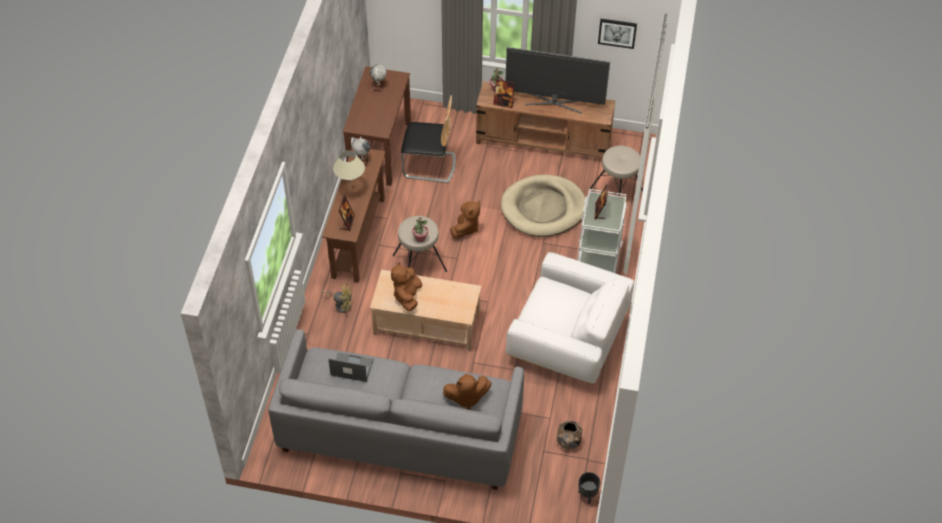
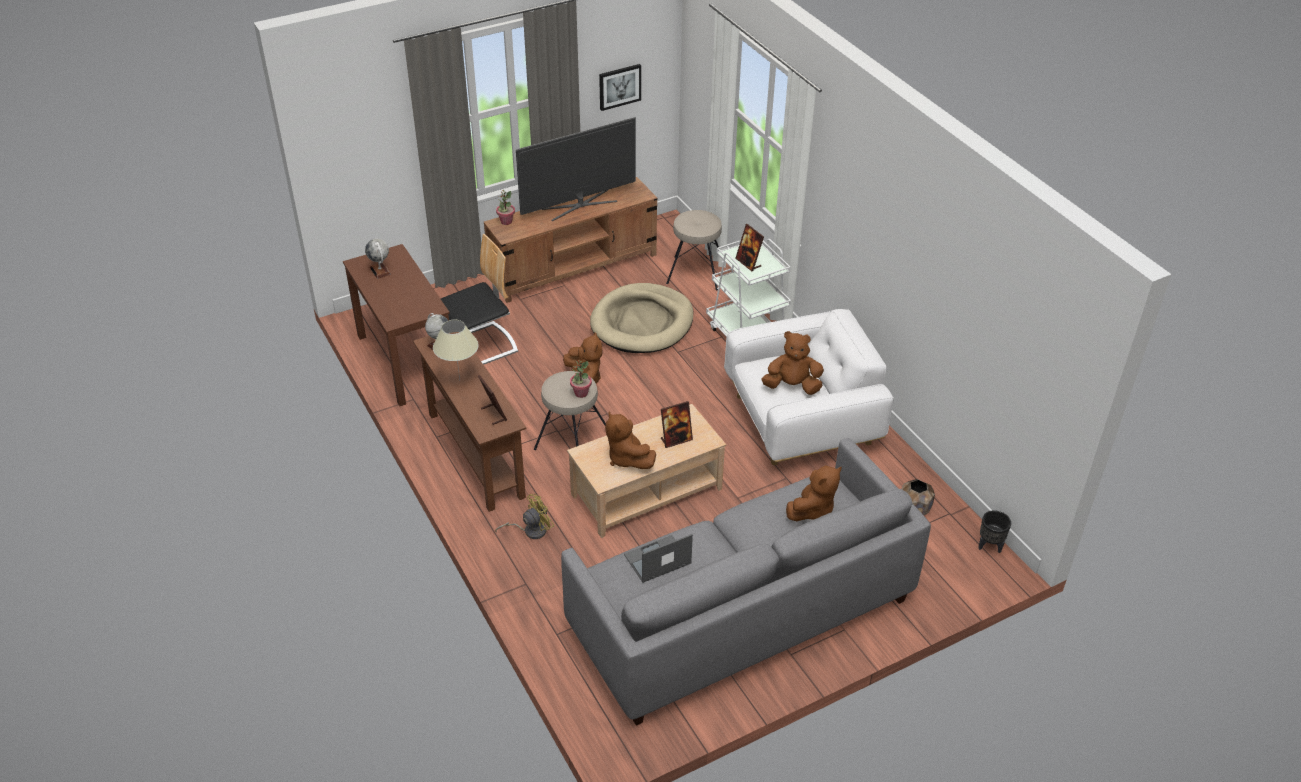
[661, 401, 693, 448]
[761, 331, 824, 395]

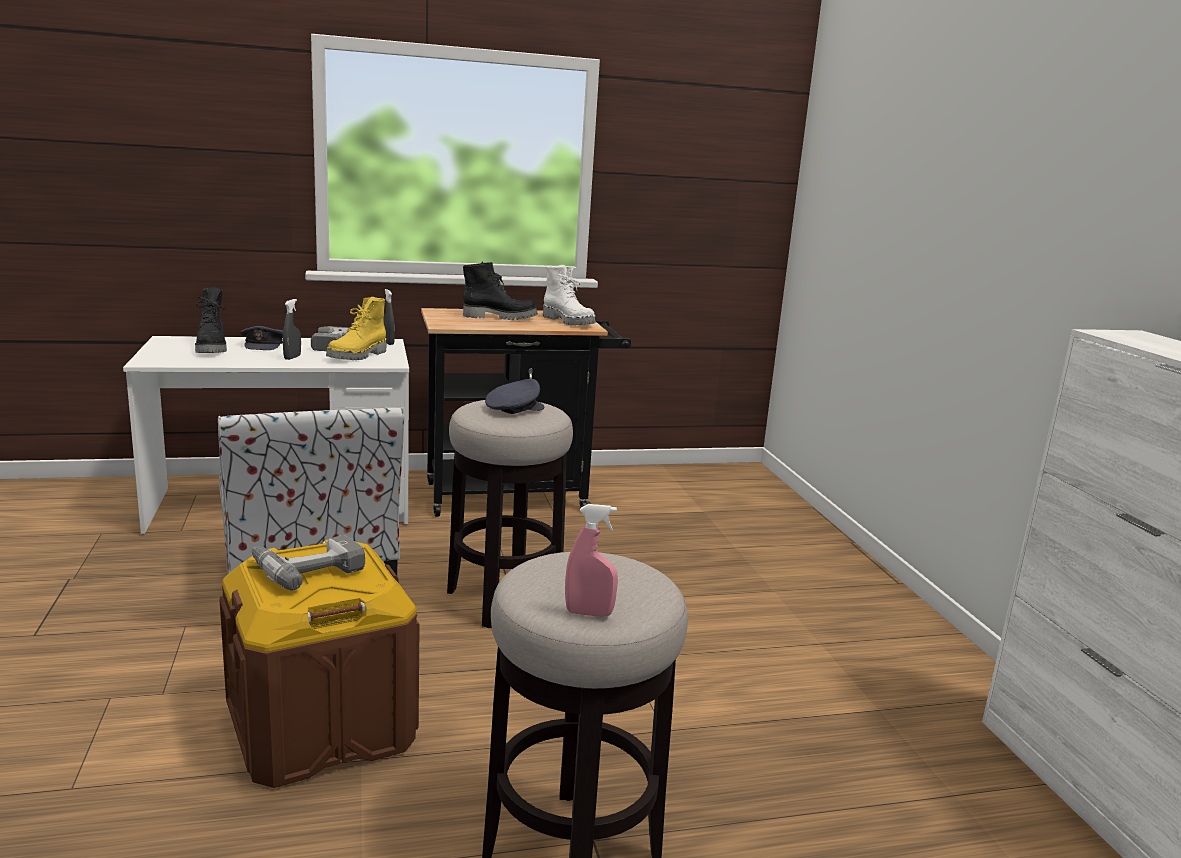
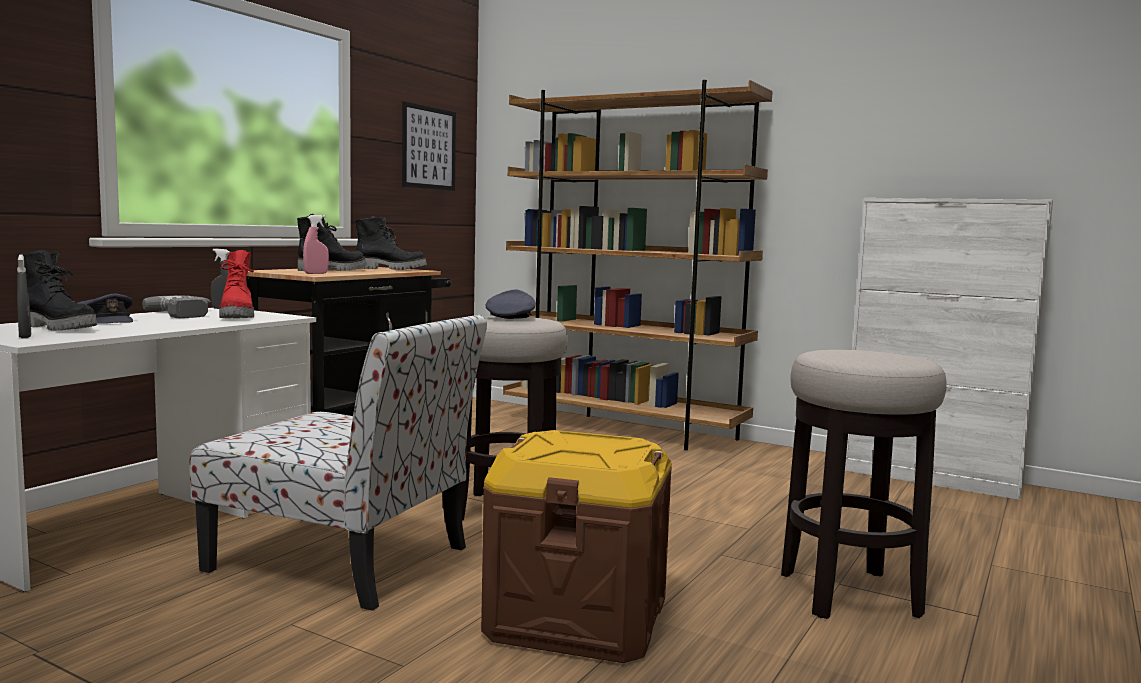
[17, 254, 31, 338]
[219, 250, 254, 318]
[303, 215, 329, 274]
[355, 216, 427, 270]
[402, 102, 456, 191]
[503, 80, 773, 450]
[252, 535, 365, 591] (first image)

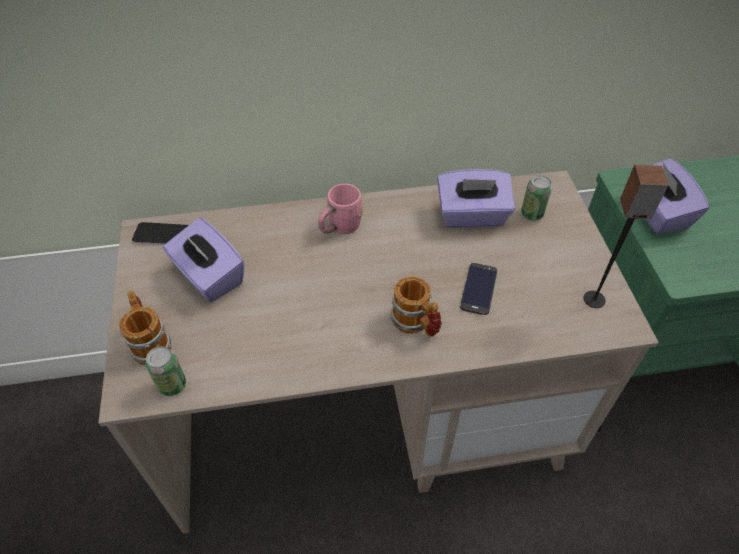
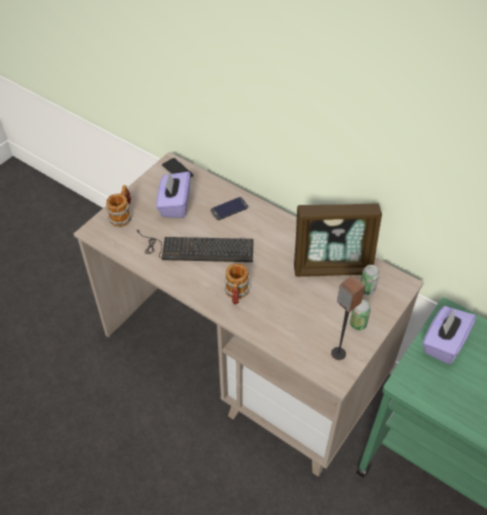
[137, 230, 254, 262]
[210, 197, 248, 220]
[294, 203, 382, 277]
[350, 300, 371, 331]
[318, 184, 363, 234] (first image)

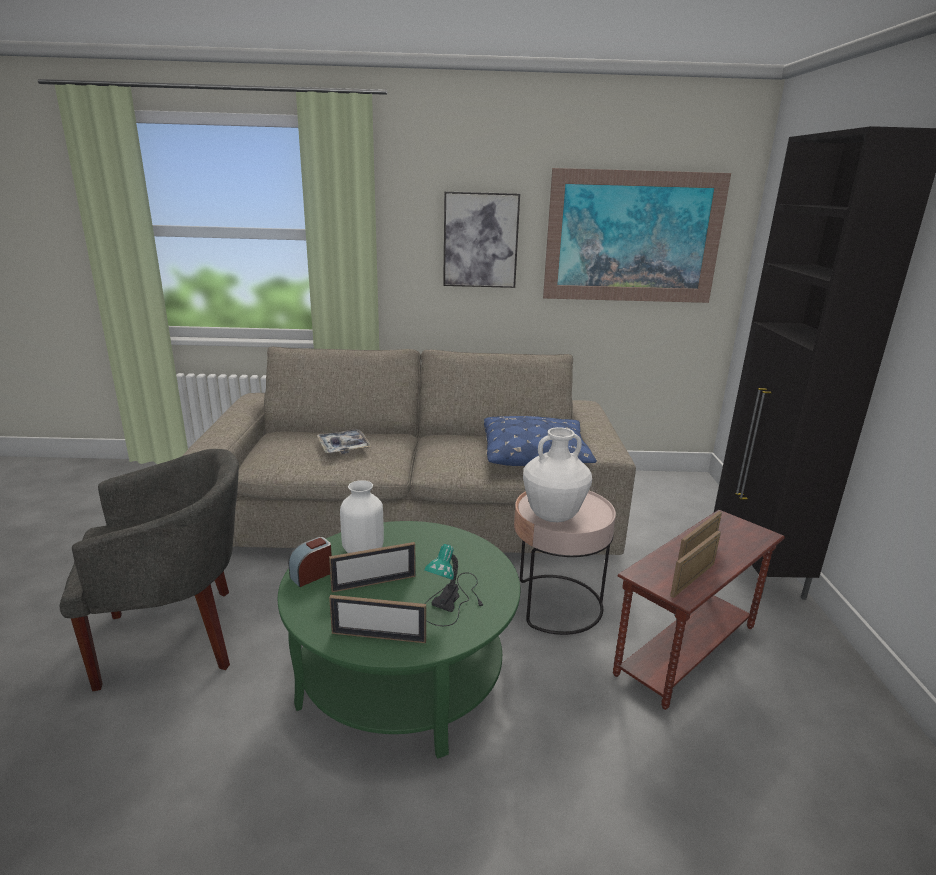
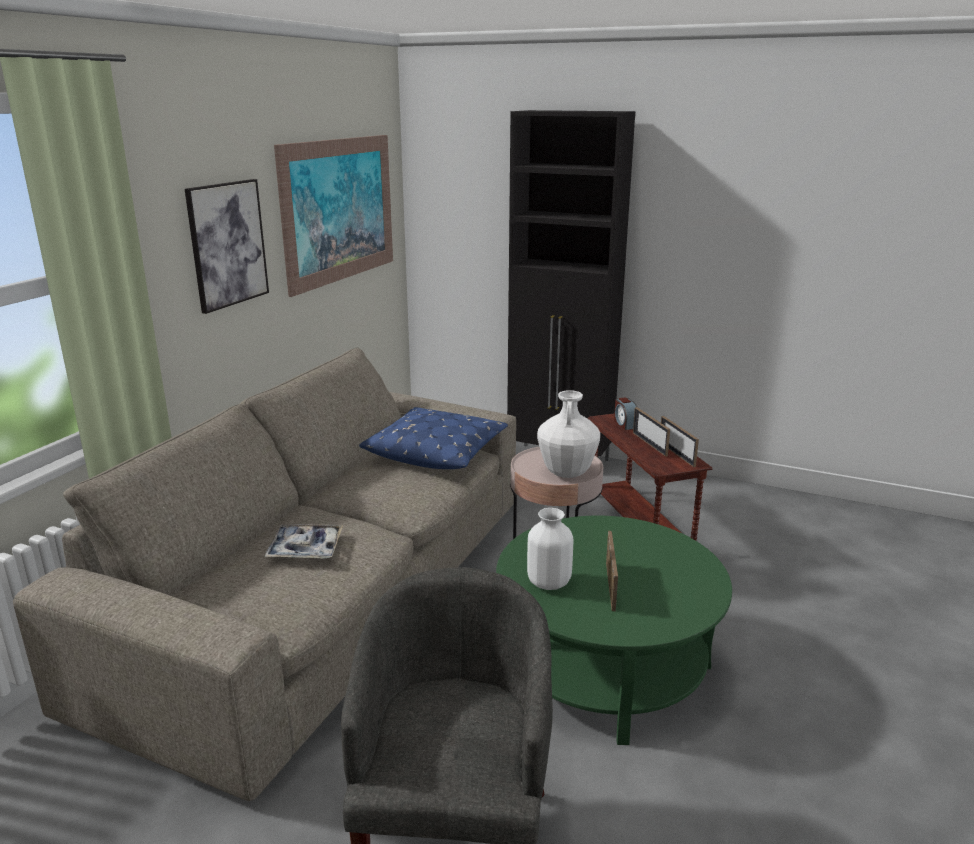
[614, 397, 637, 430]
[329, 595, 426, 643] (first image)
[424, 544, 483, 626] (first image)

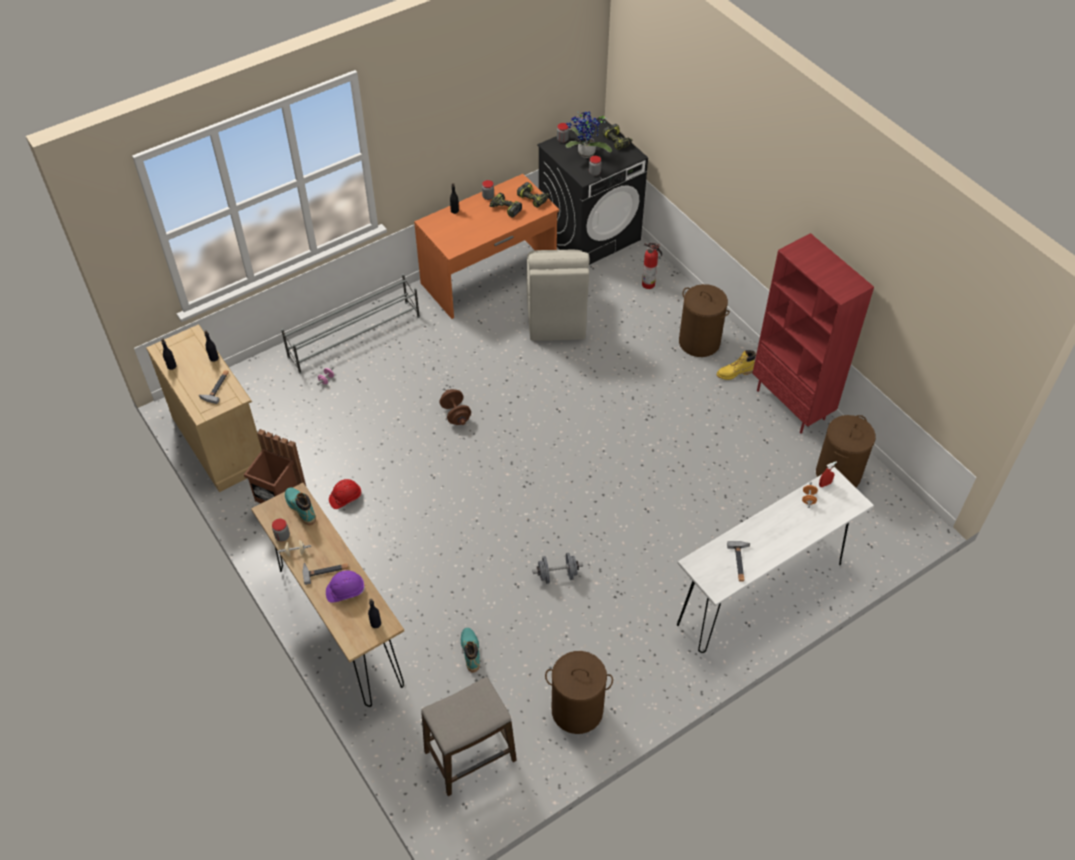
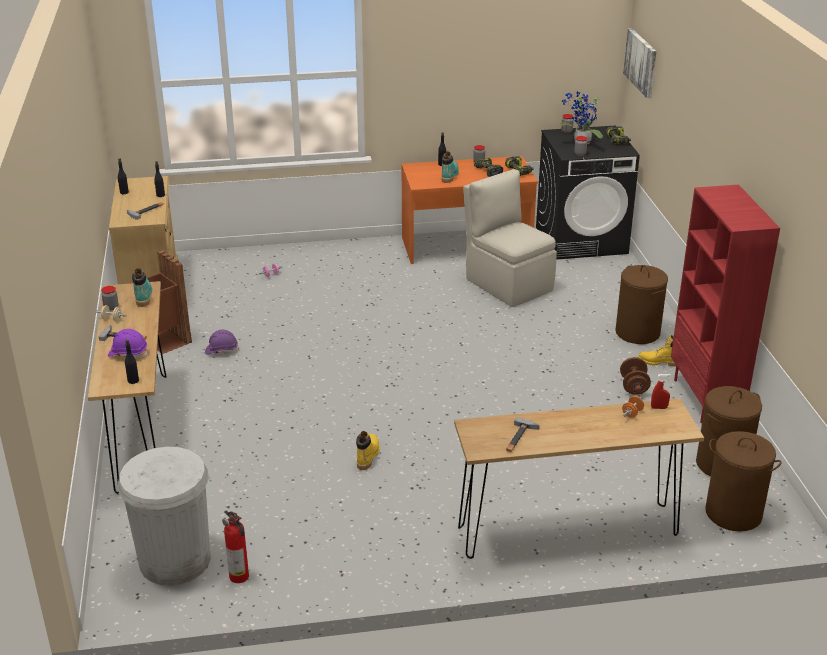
[118, 447, 211, 586]
[205, 330, 239, 355]
[222, 510, 249, 583]
[356, 431, 380, 470]
[441, 151, 459, 183]
[454, 398, 704, 559]
[463, 169, 557, 307]
[620, 357, 651, 395]
[623, 28, 657, 98]
[705, 431, 782, 532]
[281, 274, 420, 374] (first image)

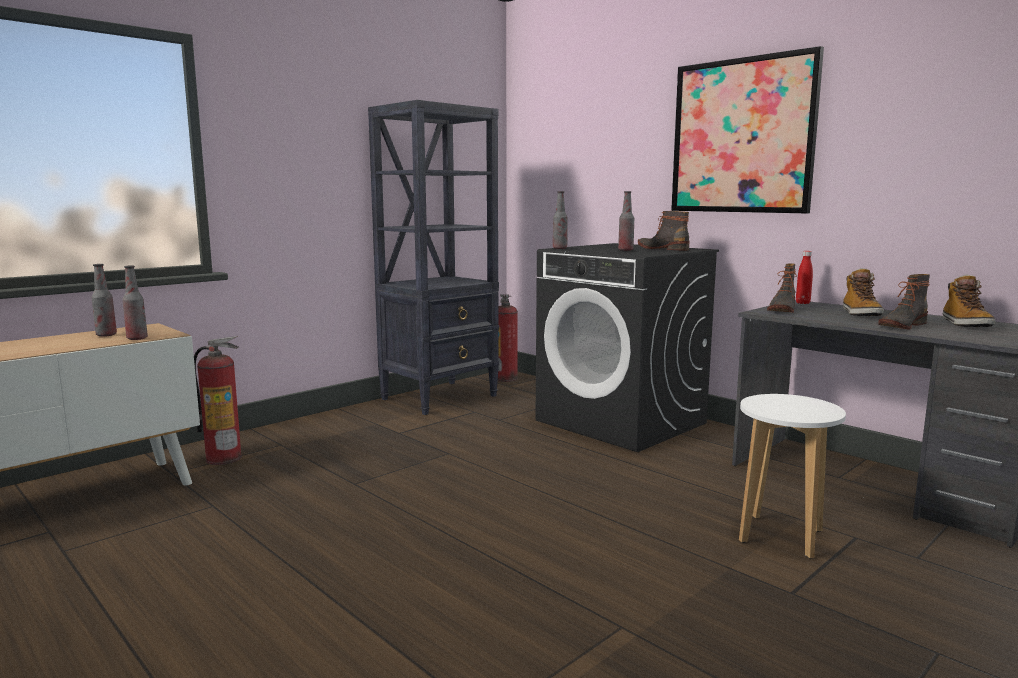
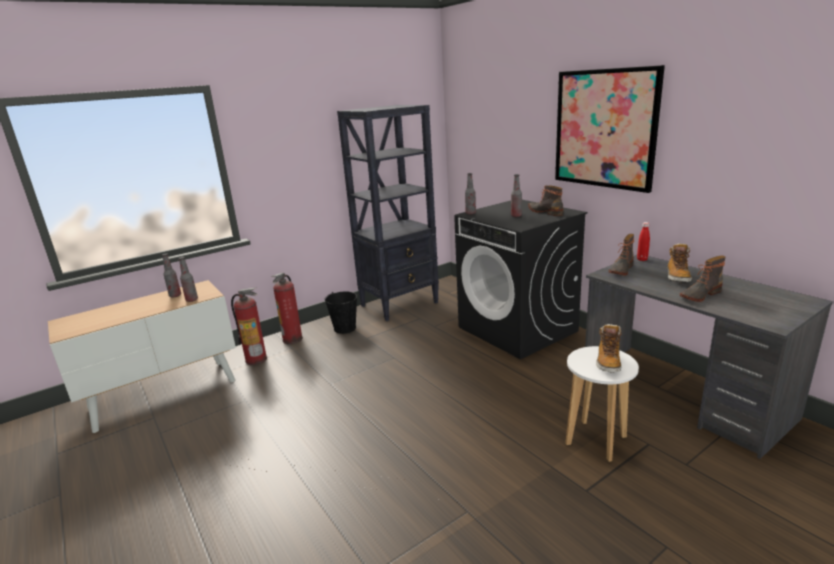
[271, 273, 303, 344]
[324, 292, 357, 334]
[596, 324, 622, 373]

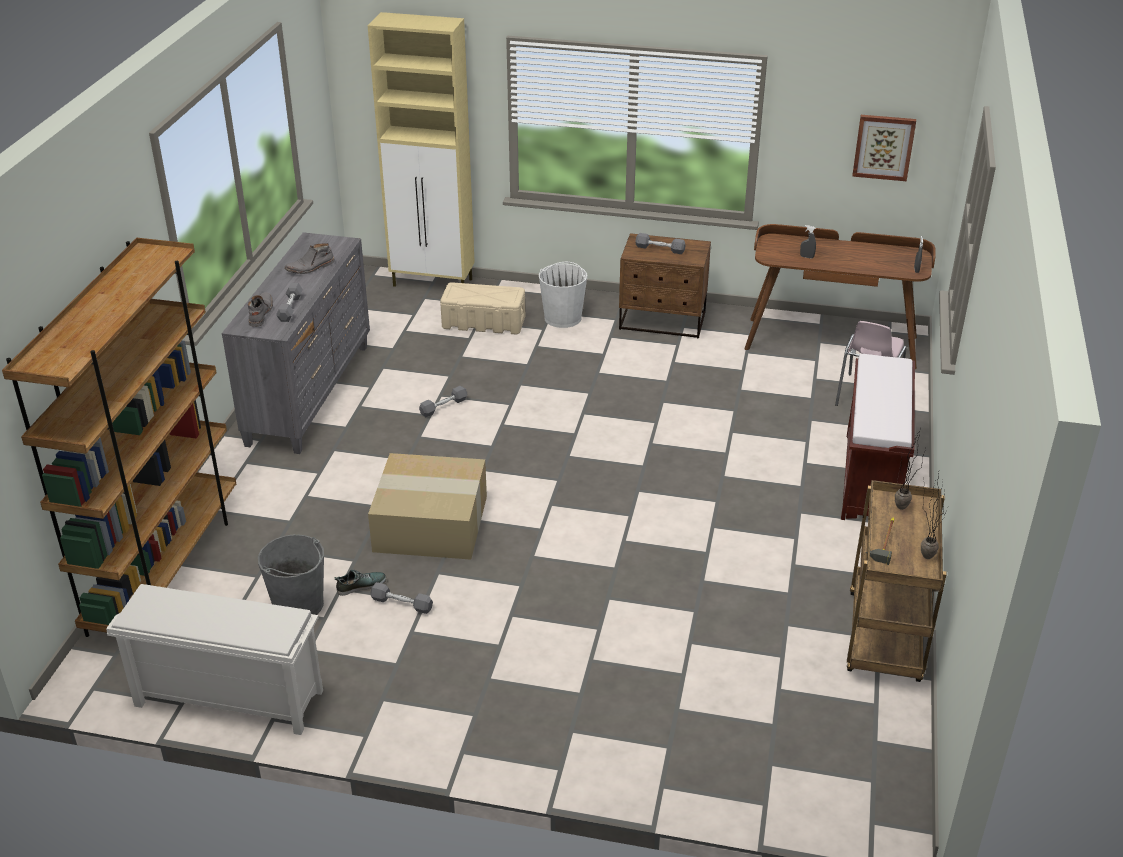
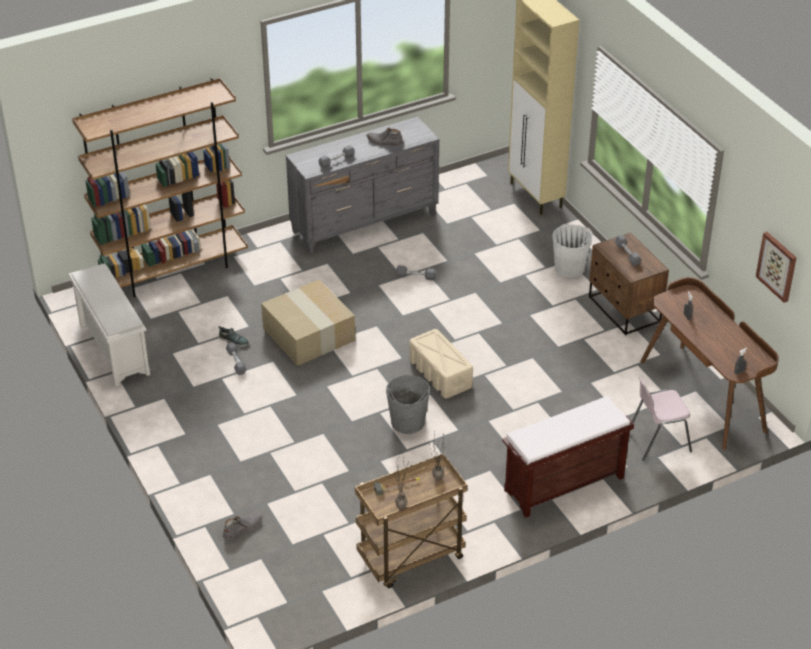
[223, 513, 263, 540]
[386, 375, 430, 434]
[409, 329, 473, 398]

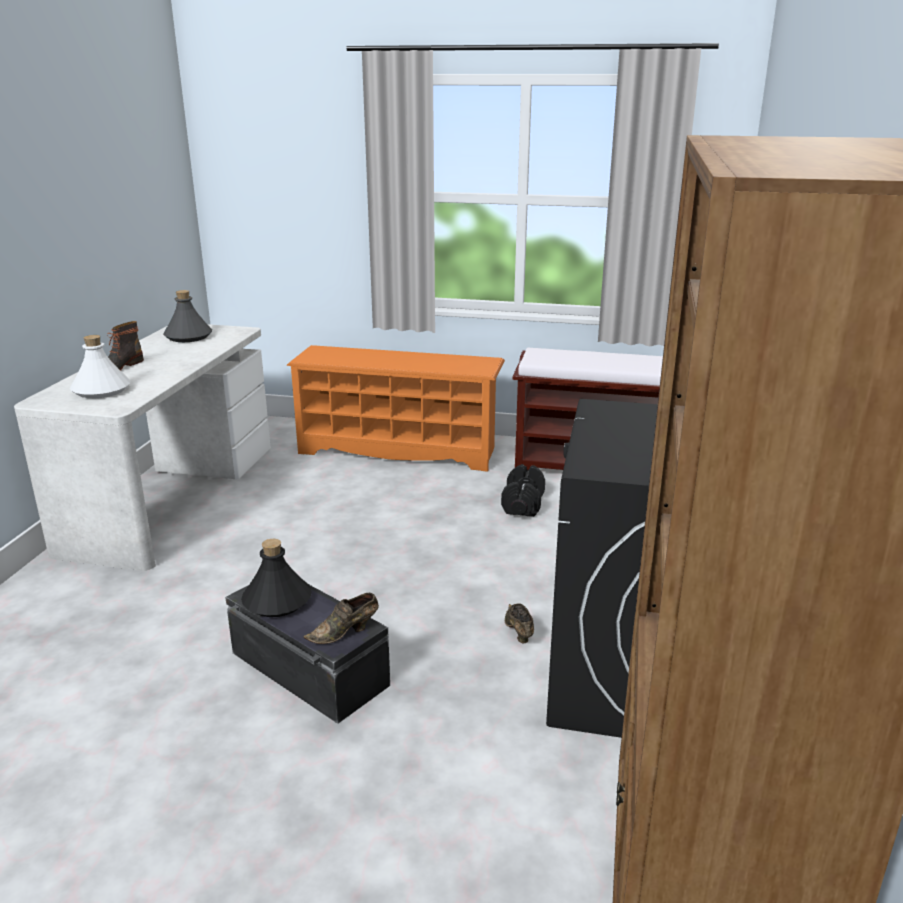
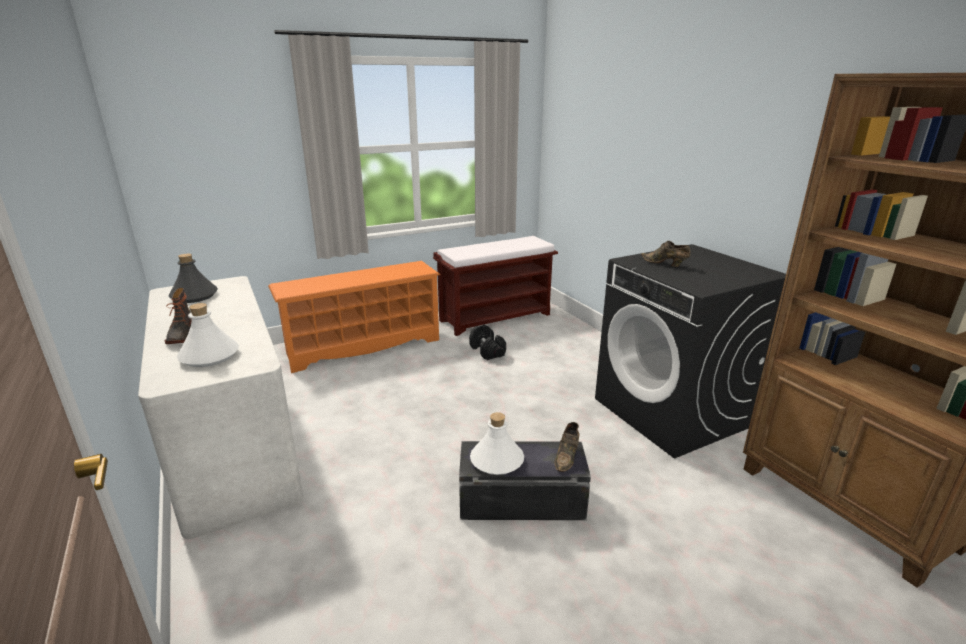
[470, 412, 524, 475]
[641, 240, 691, 267]

